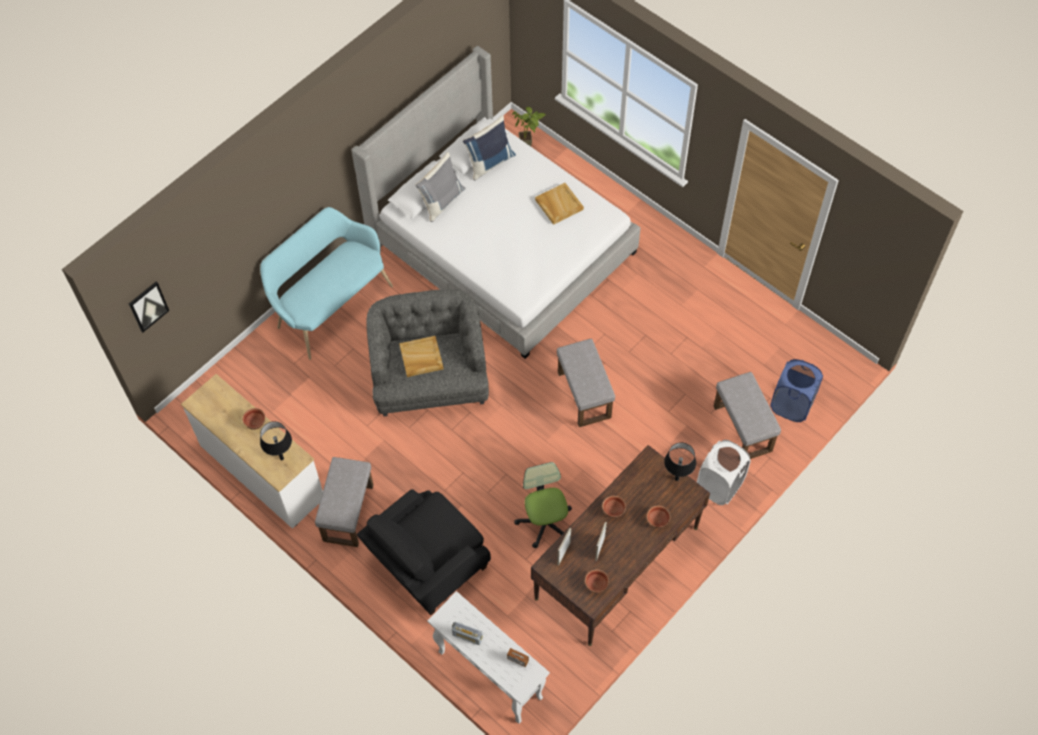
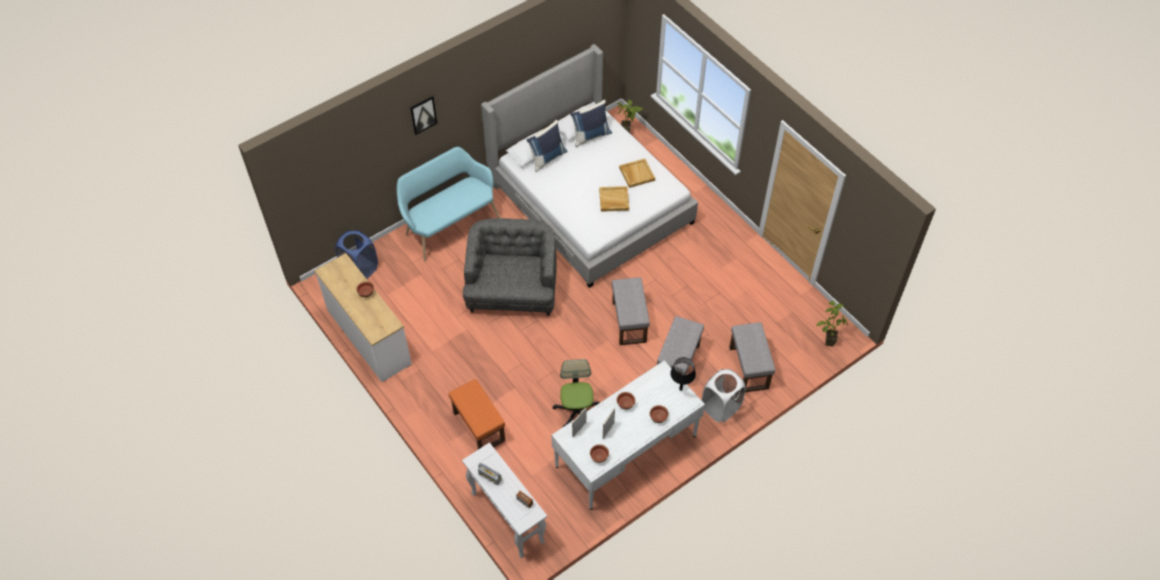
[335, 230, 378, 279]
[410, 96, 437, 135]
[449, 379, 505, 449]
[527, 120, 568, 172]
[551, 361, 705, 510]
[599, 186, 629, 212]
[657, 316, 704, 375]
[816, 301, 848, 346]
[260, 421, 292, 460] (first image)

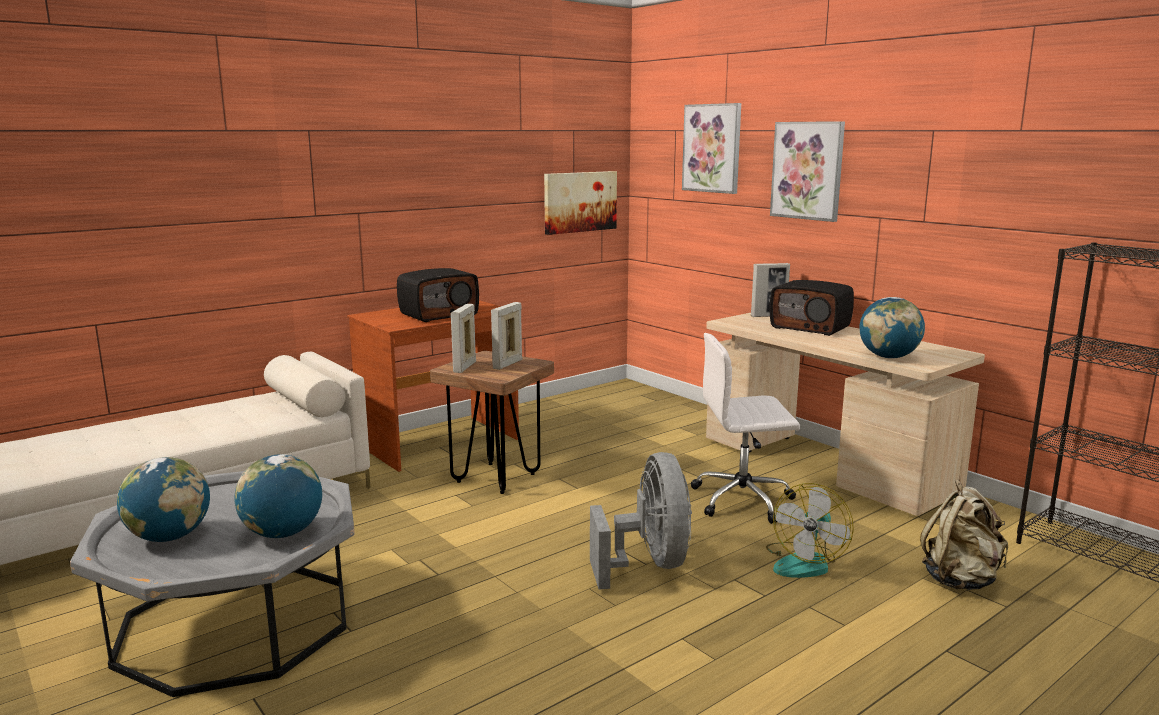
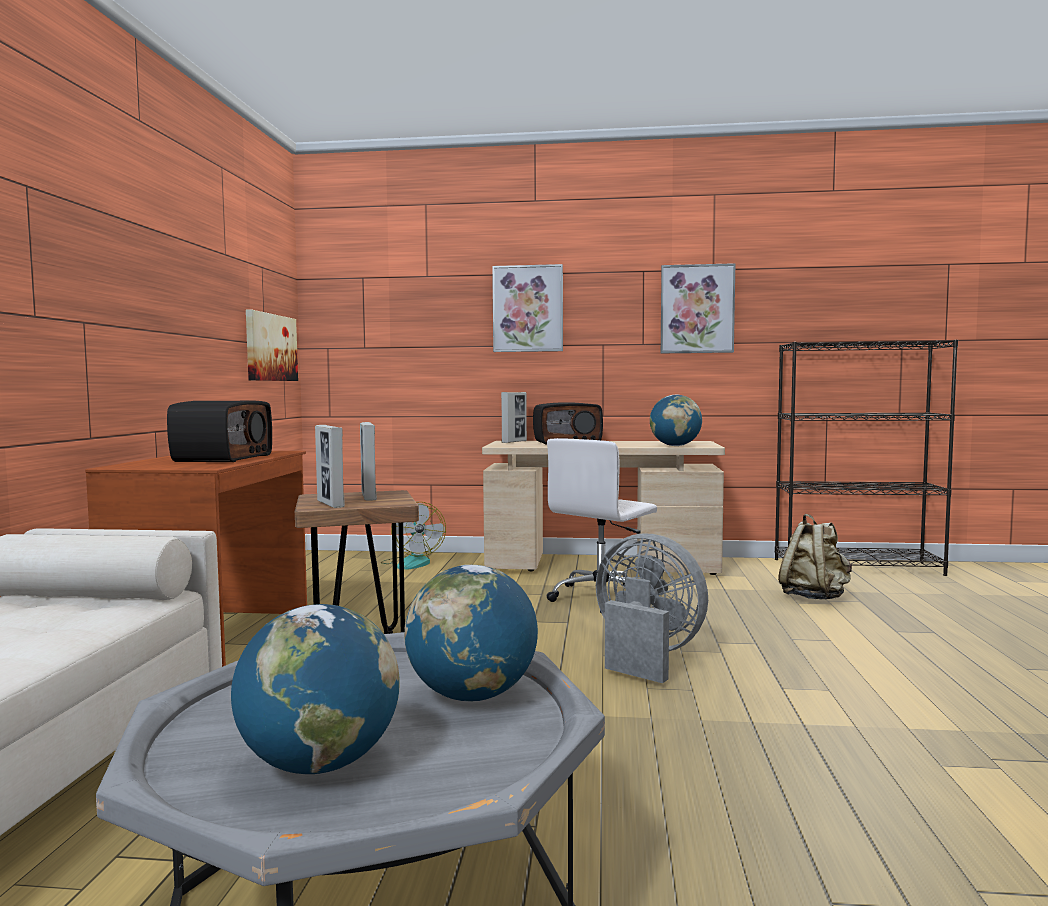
[381, 502, 446, 570]
[661, 263, 735, 353]

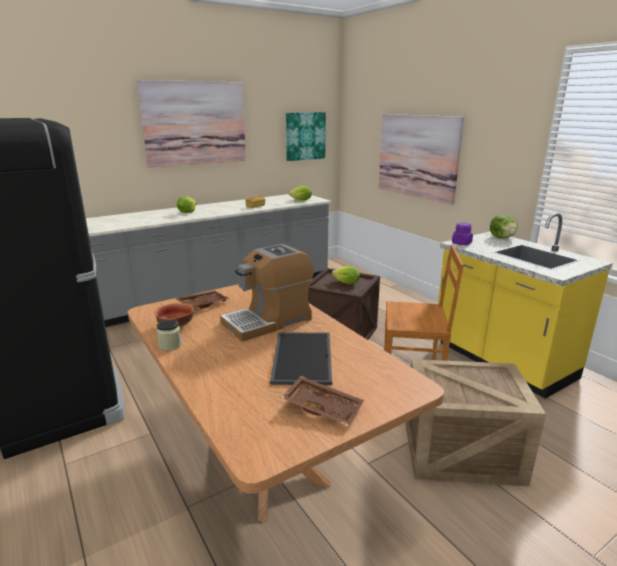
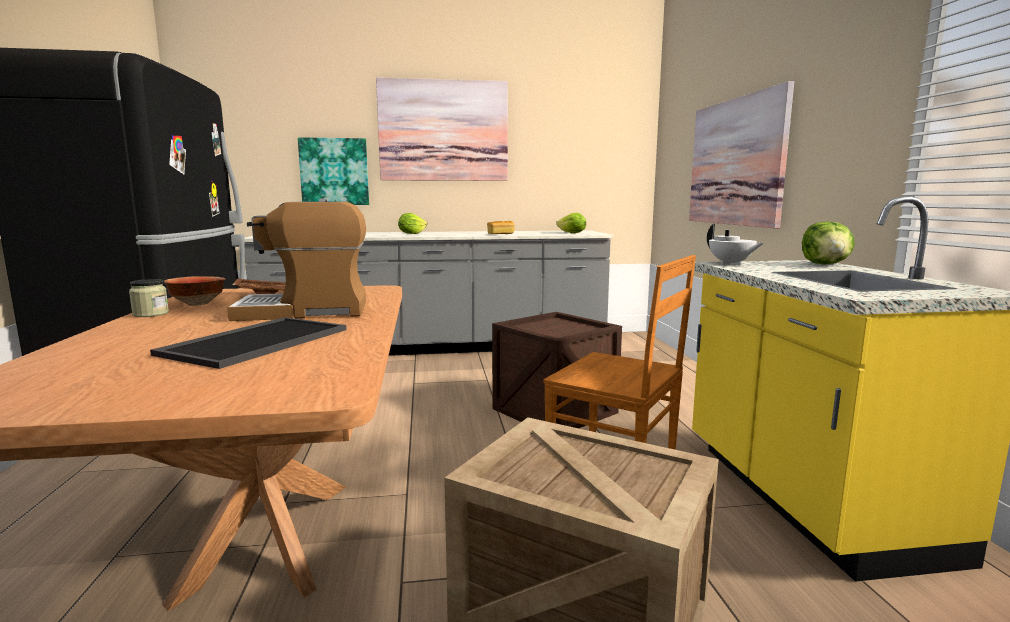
[298, 137, 369, 205]
[707, 224, 764, 265]
[282, 376, 364, 426] (first image)
[332, 266, 360, 284] (first image)

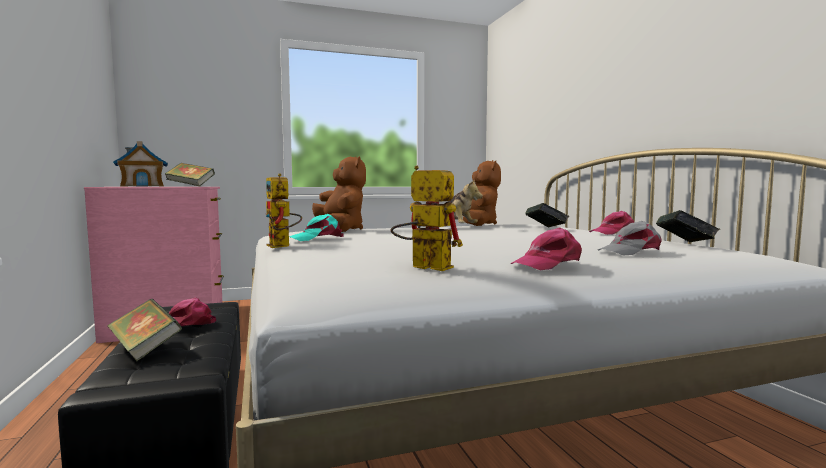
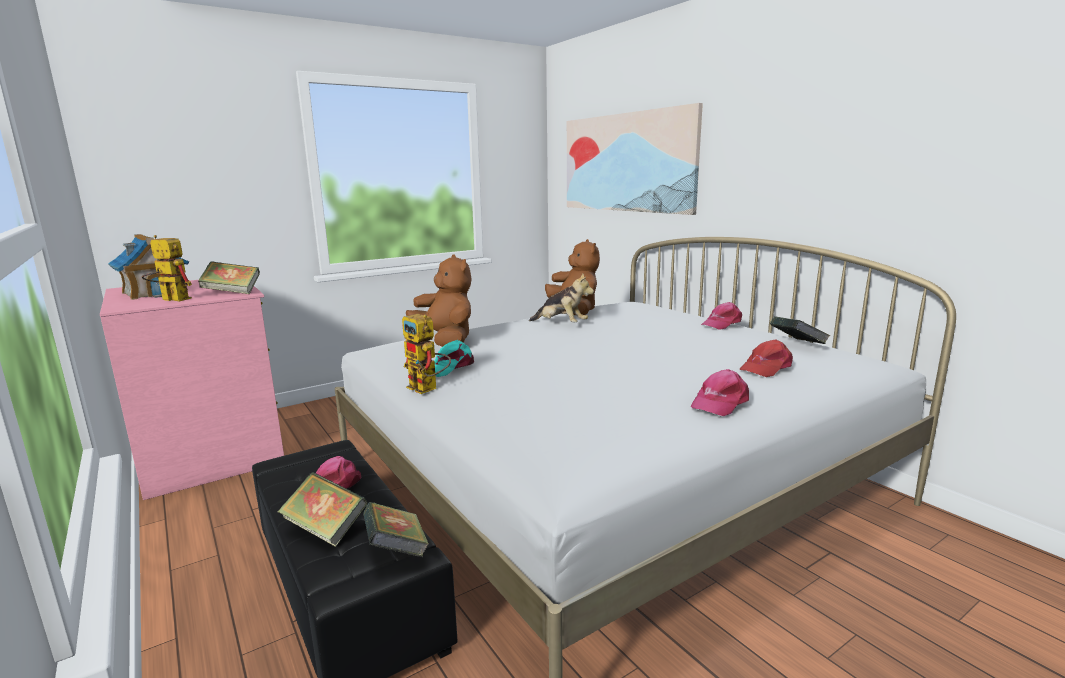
[142, 235, 192, 302]
[363, 502, 429, 557]
[567, 103, 703, 215]
[740, 339, 793, 377]

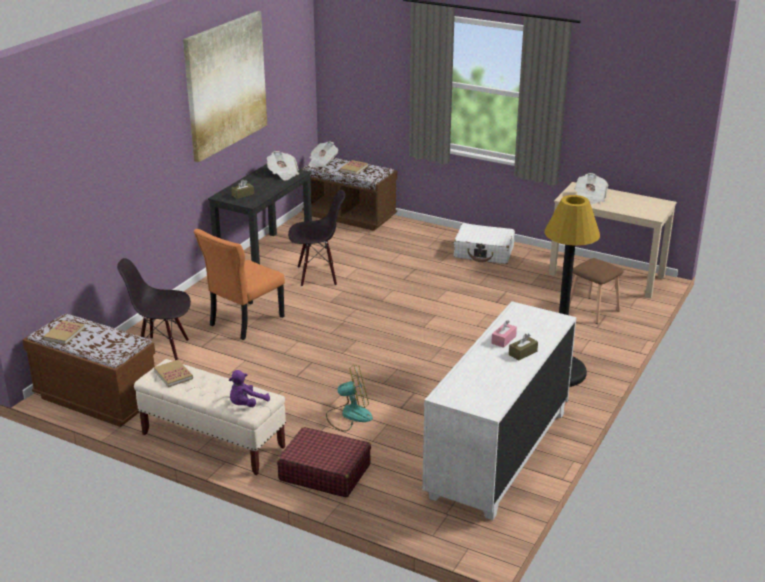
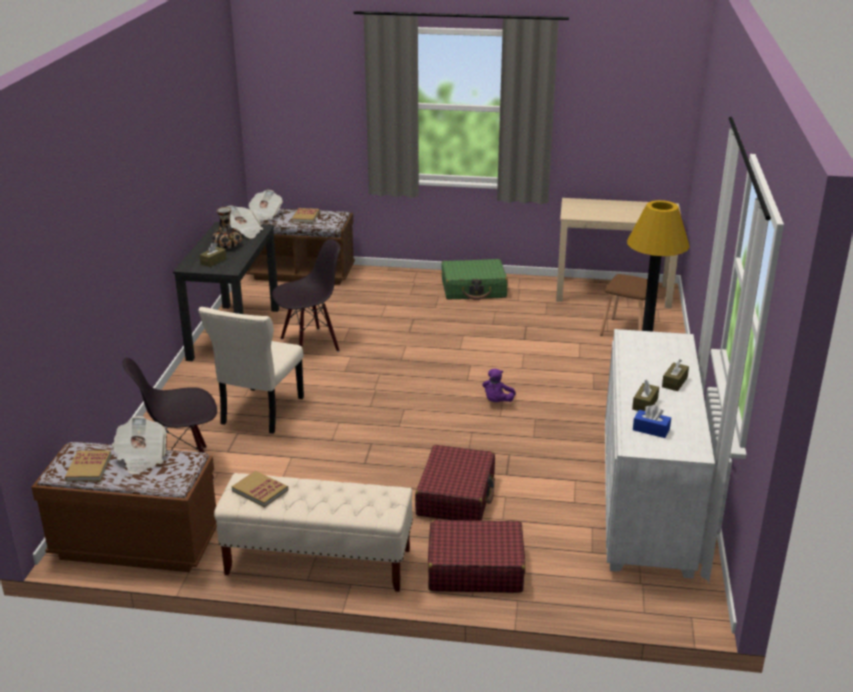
[112, 416, 167, 475]
[198, 307, 304, 434]
[212, 207, 242, 249]
[415, 445, 495, 521]
[441, 259, 508, 300]
[482, 368, 516, 402]
[632, 380, 659, 411]
[633, 405, 671, 438]
[183, 11, 267, 162] (first image)
[491, 320, 517, 348] (first image)

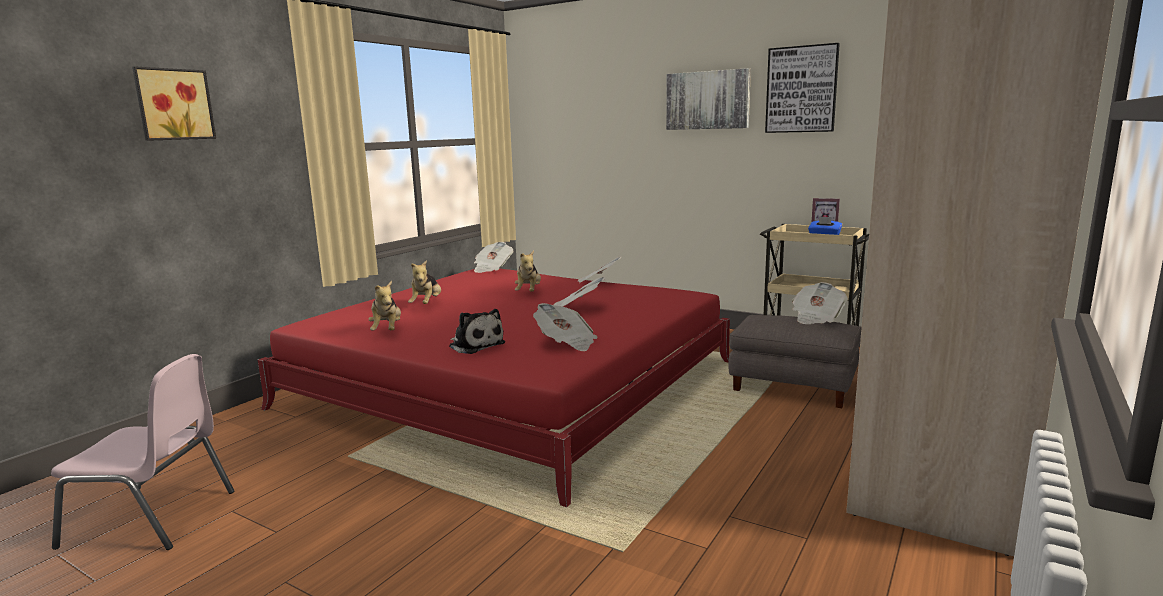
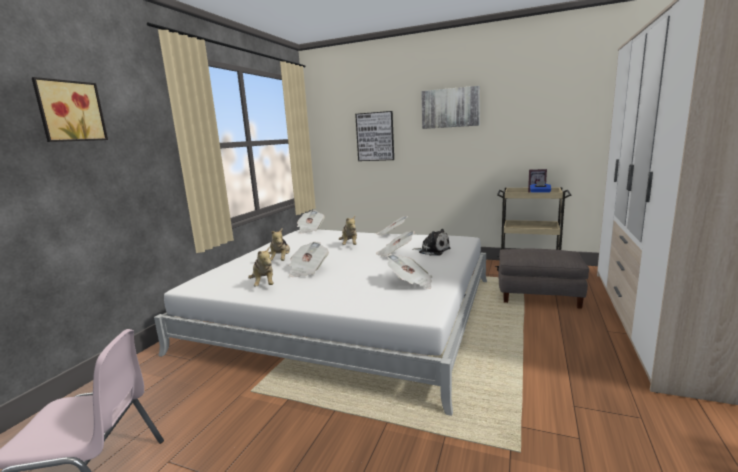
[154, 229, 487, 416]
[289, 242, 329, 277]
[355, 111, 394, 161]
[413, 229, 451, 256]

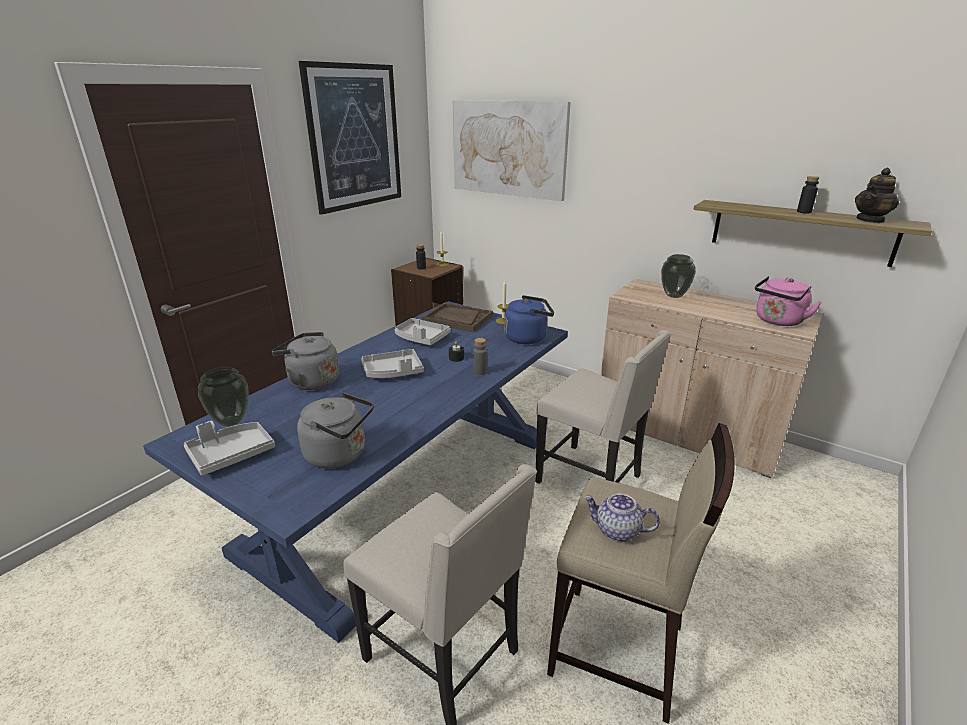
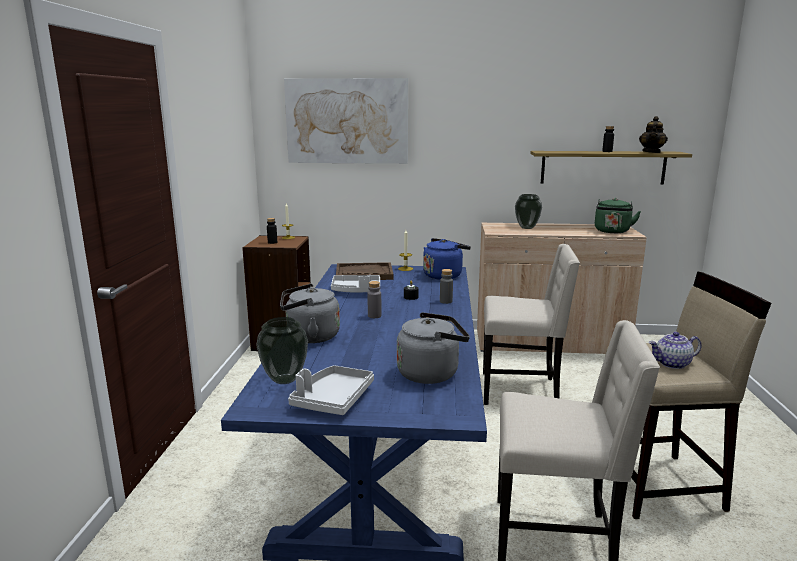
[367, 281, 381, 318]
[595, 198, 641, 233]
[298, 61, 401, 215] (first image)

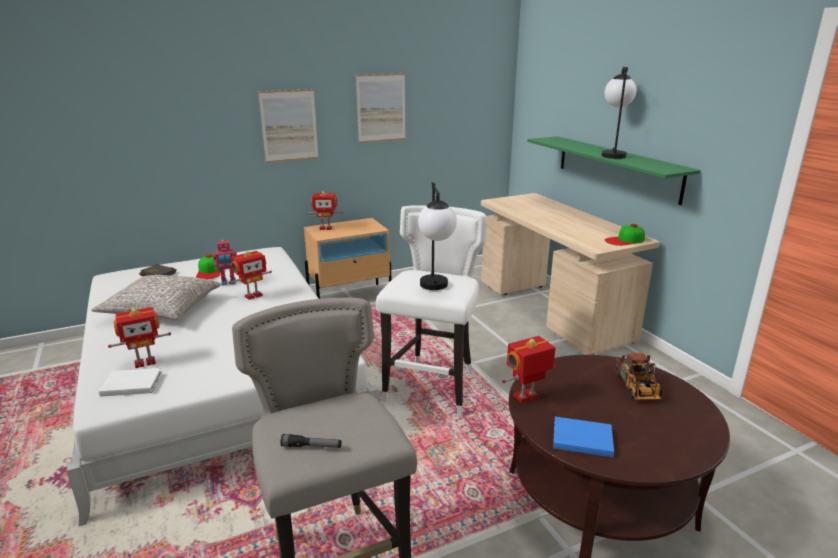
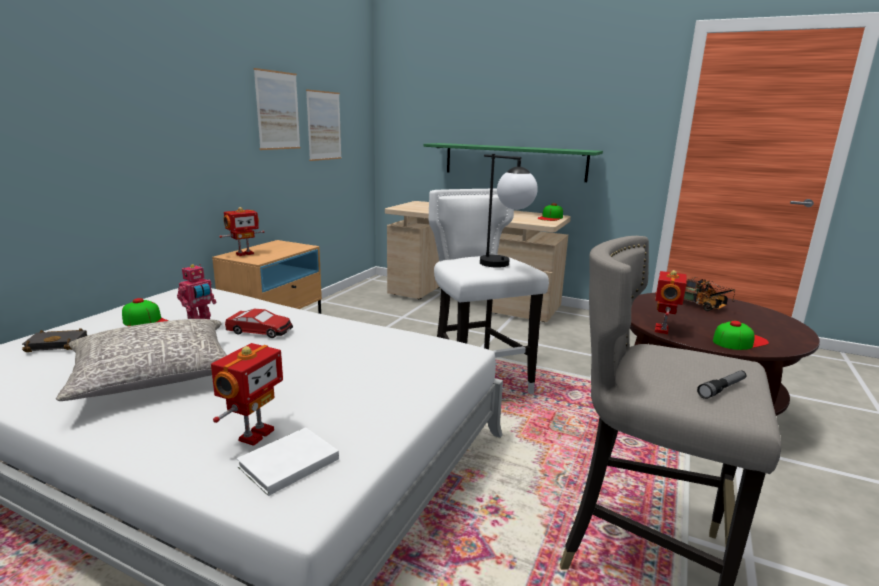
[225, 309, 293, 338]
[306, 89, 342, 161]
[713, 321, 769, 350]
[602, 66, 636, 159] (first image)

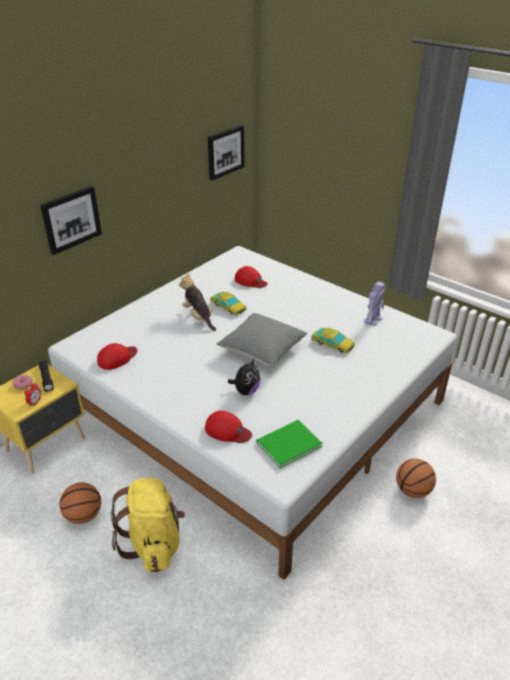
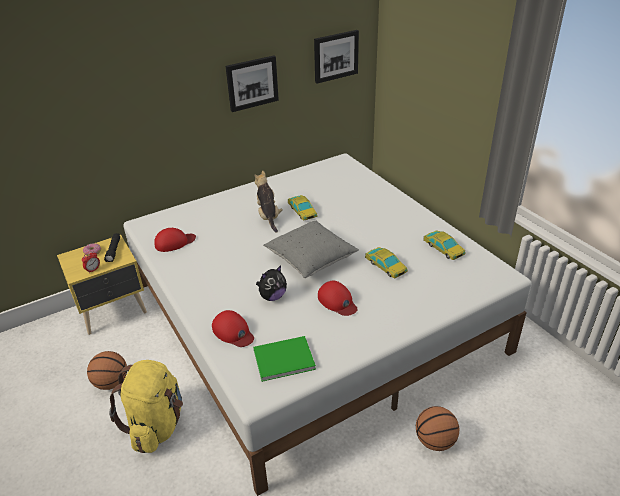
[226, 55, 279, 112]
[318, 281, 357, 316]
[423, 230, 466, 260]

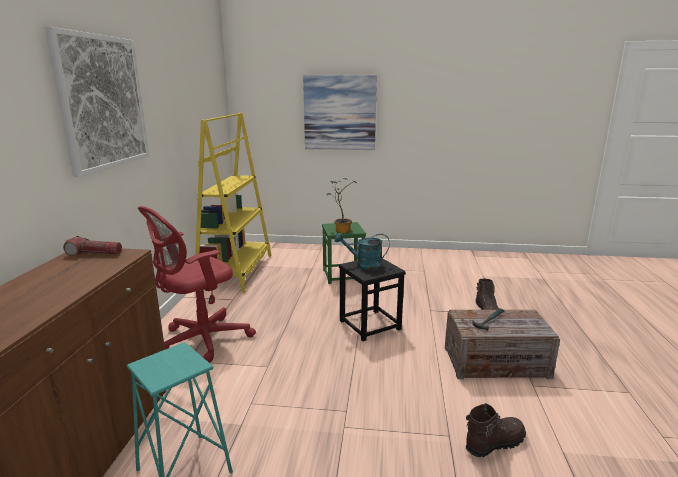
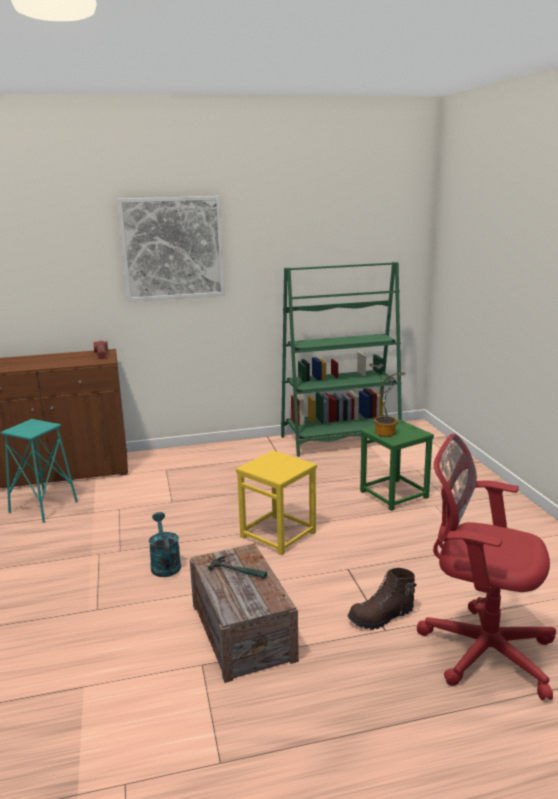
[149, 512, 181, 577]
[236, 450, 317, 556]
[281, 262, 402, 457]
[417, 434, 556, 700]
[303, 75, 377, 150] (first image)
[466, 403, 526, 457] (first image)

